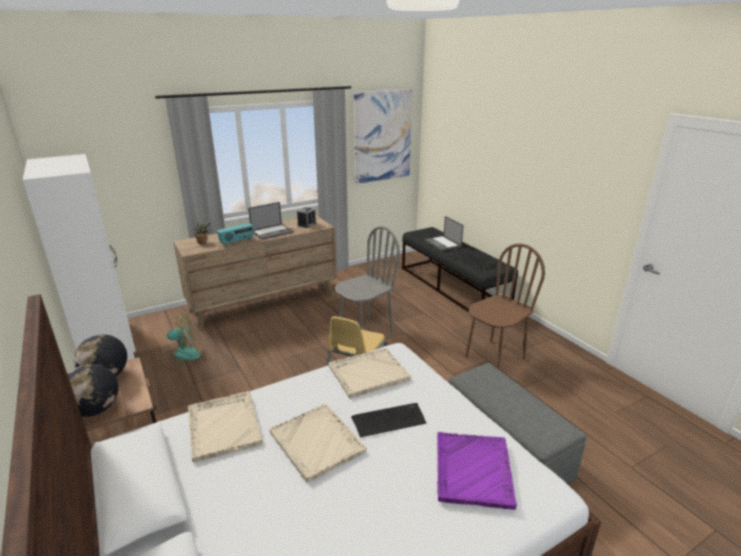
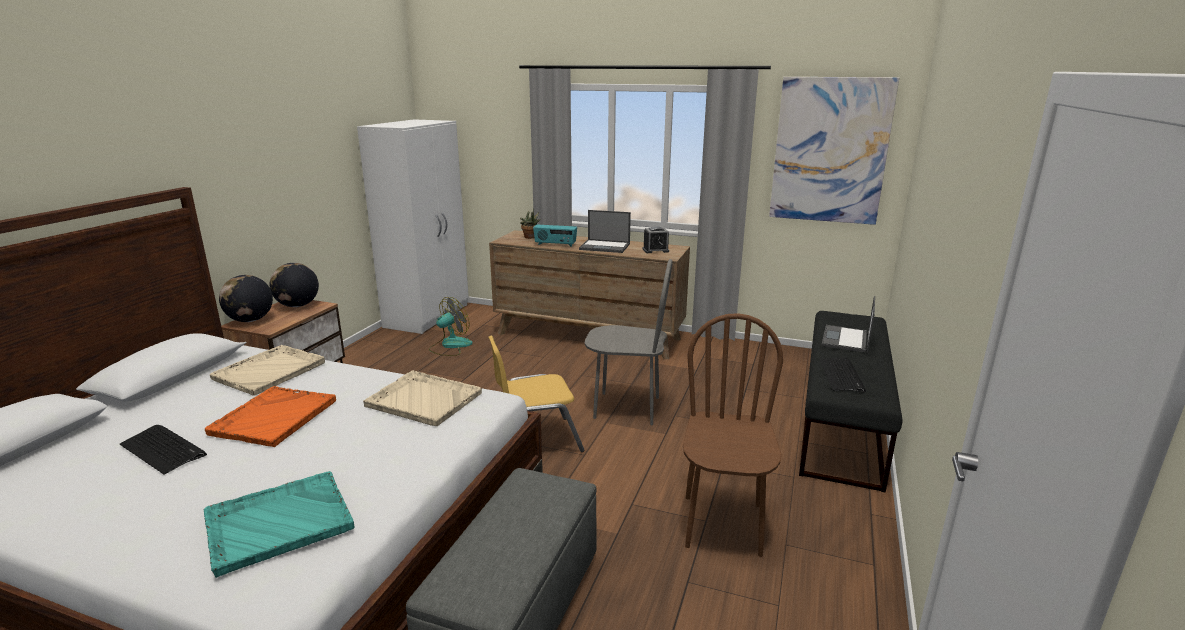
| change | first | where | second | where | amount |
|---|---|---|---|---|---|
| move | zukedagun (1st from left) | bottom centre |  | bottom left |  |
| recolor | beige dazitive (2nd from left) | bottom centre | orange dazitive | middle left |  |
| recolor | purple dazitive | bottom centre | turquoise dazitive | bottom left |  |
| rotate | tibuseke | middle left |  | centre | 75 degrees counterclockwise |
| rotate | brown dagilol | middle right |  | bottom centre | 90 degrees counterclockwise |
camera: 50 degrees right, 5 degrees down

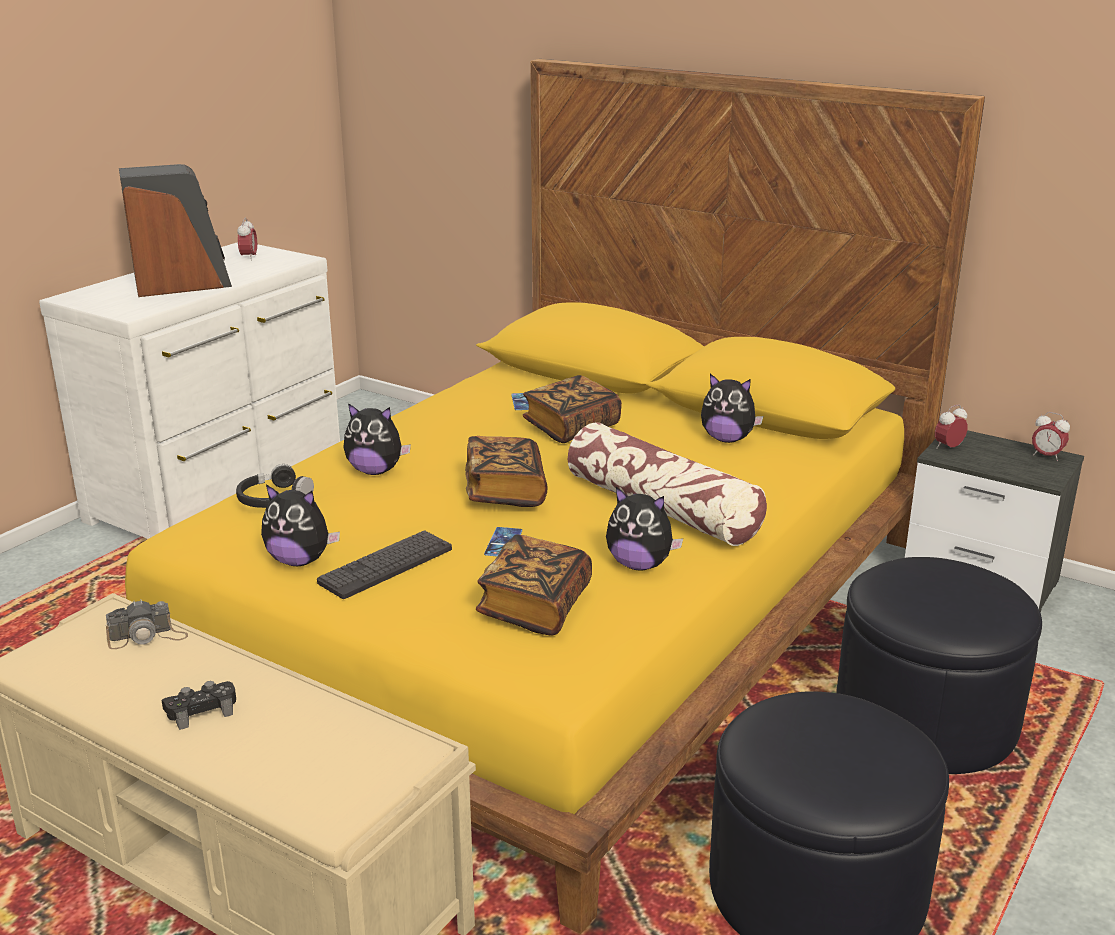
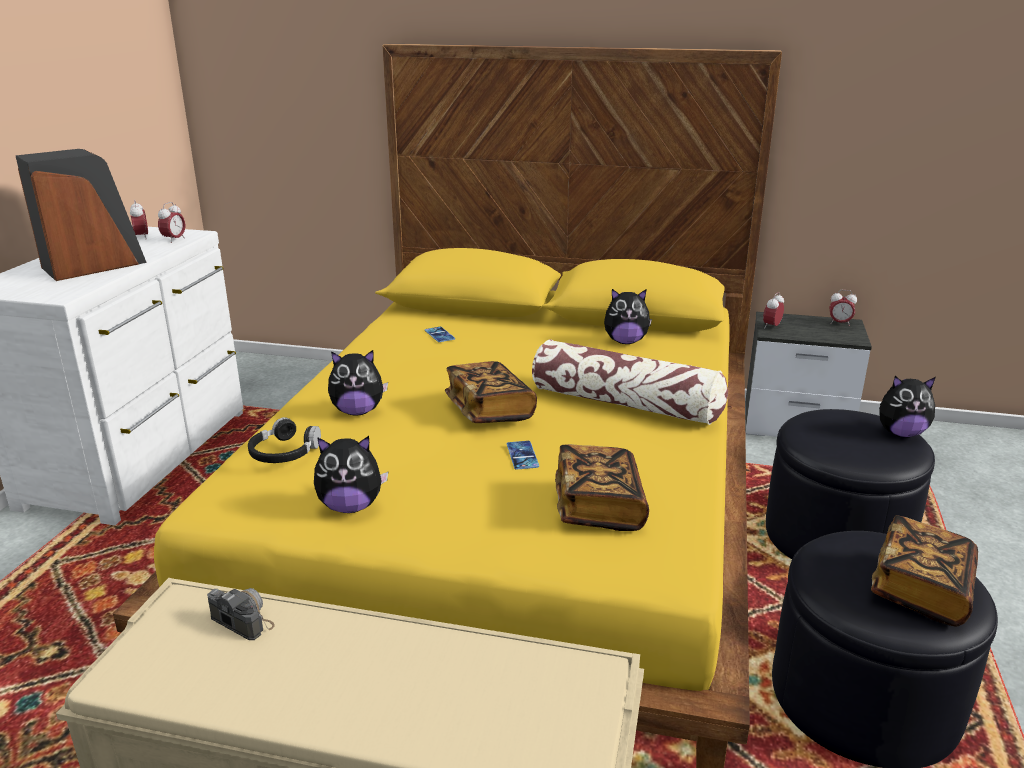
| change | first | where | second | where | amount |
|---|---|---|---|---|---|
| delete | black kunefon | bottom left |  |  |  |
| delete | zukedagun | centre |  |  |  |
| insert |  |  | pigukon (2nd from left) | top left |  |
| move | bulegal (3rd from left) | centre |  | bottom right |  |
| move | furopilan (3rd from left in the first image) | centre | furopilan (4th from left) | middle right |  |
| rotate | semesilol | bottom left |  | bottom left | 105 degrees counterclockwise |
camera: 20 degrees left, 0 degrees up

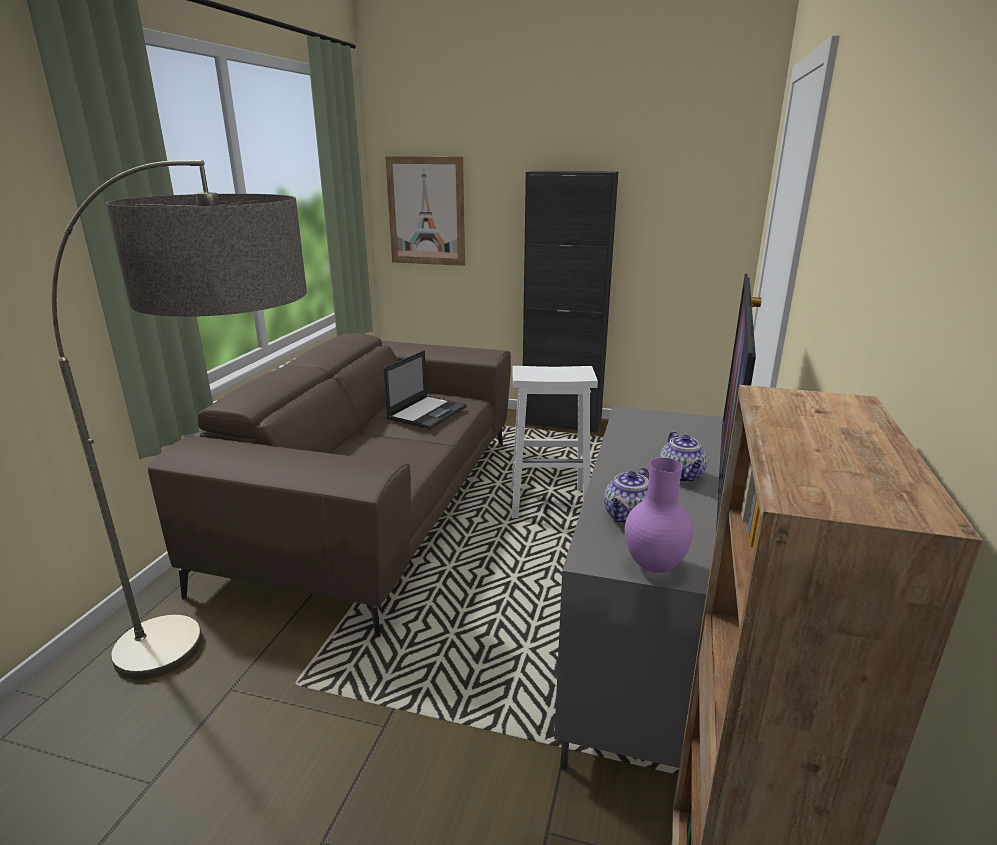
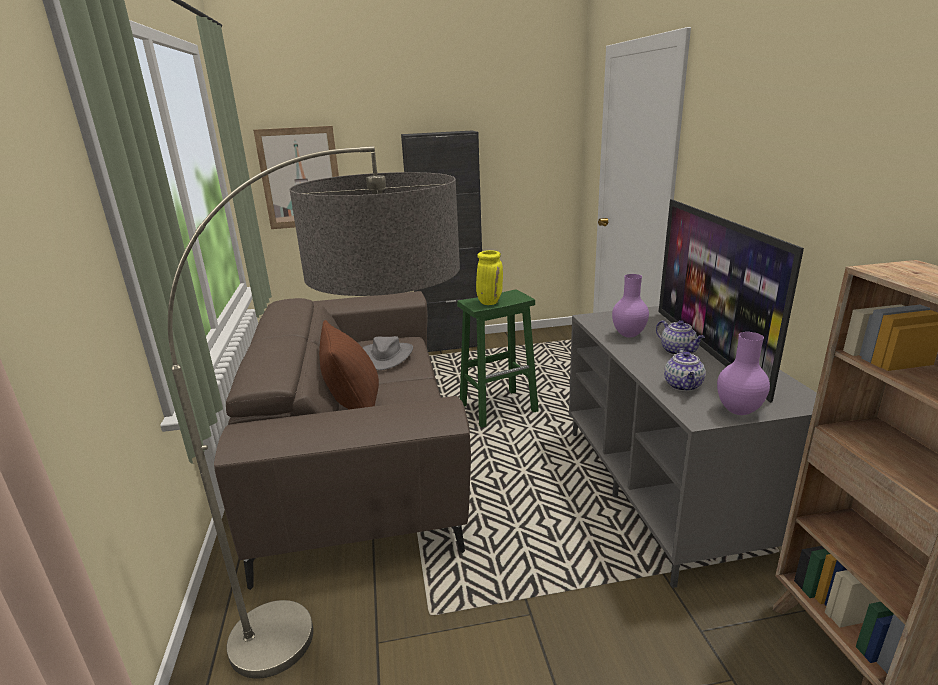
| change | first | where | second | where | amount |
|---|---|---|---|---|---|
| insert |  |  | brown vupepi | centre |  |
| insert |  |  | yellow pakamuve | centre |  |
| insert |  |  | purple pakamuve (1st from left) | middle right |  |
| replace | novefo | centre | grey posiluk | centre |  |
| recolor | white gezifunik | centre | green gezifunik | centre |  |
camera: 25 degrees left, 0 degrees up

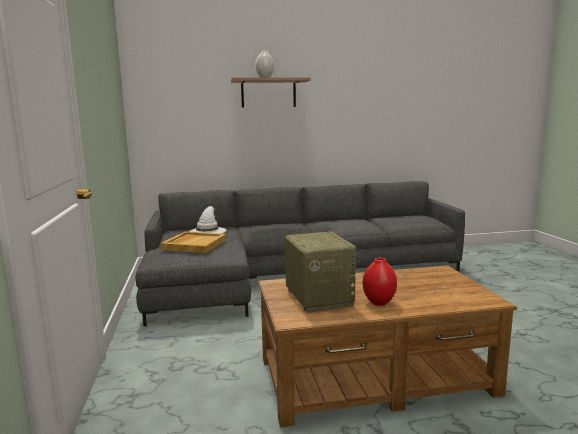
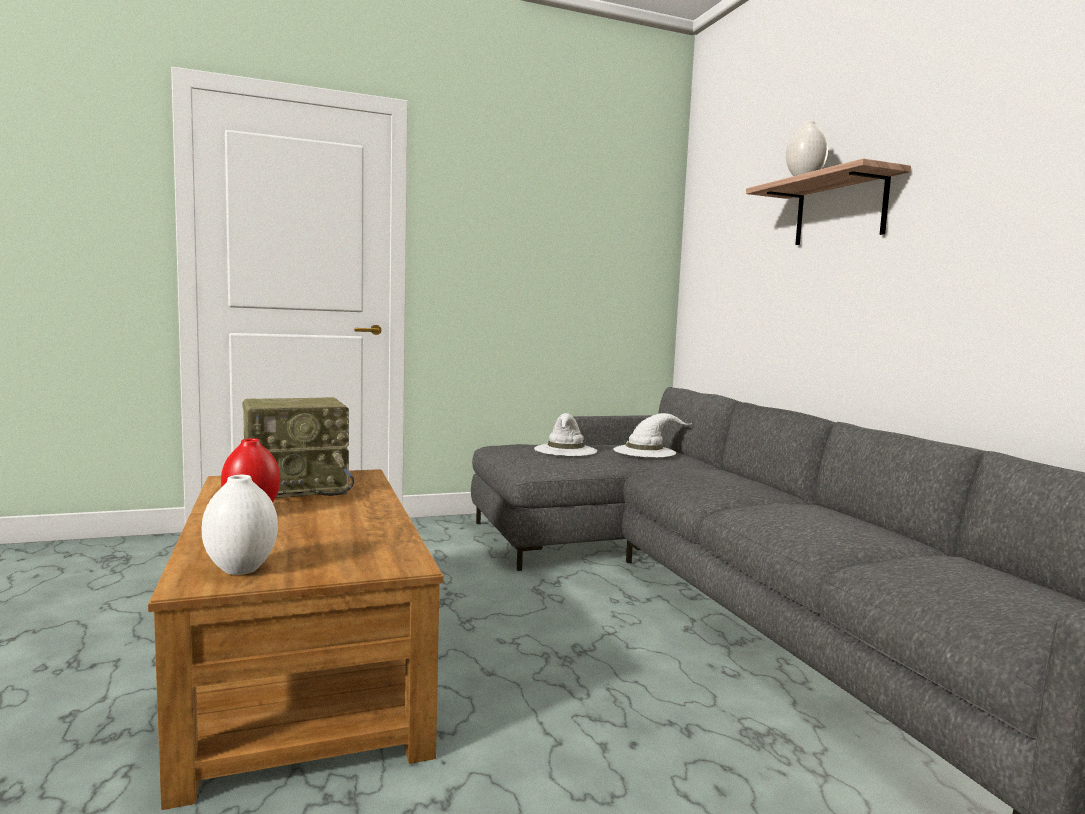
| change | first | where | second | where | amount |
|---|---|---|---|---|---|
| insert |  |  | white pakamuve (1st from left) | middle left |  |
| replace | beige dazitive | centre | white posiluk (1st from left) | centre |  |
camera: 80 degrees right, 5 degrees down

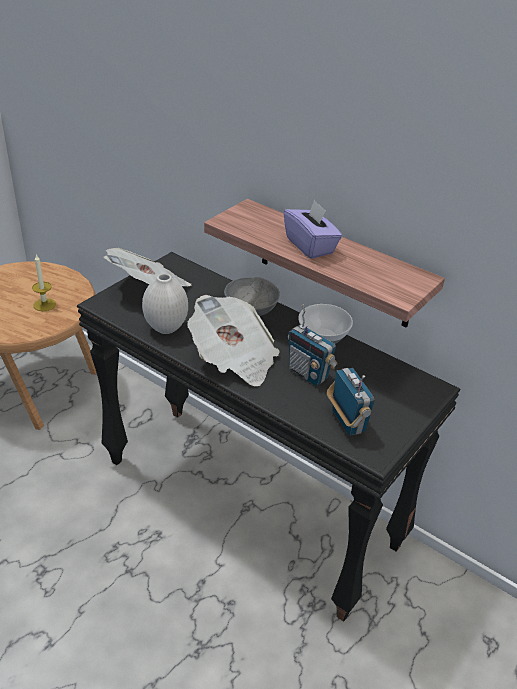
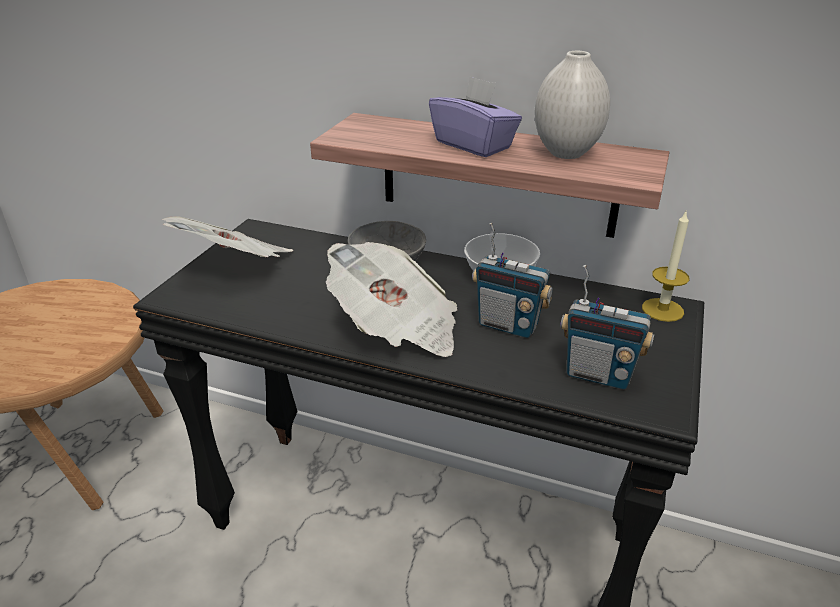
| change | first | where | second | where | amount |
|---|---|---|---|---|---|
| move | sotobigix | middle left |  | middle right |  |
| move | white pakamuve | middle left |  | top right |  |
| rotate | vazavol (2nd from left) | middle right |  | middle right | 150 degrees clockwise |
camera: 15 degrees left, 5 degrees down

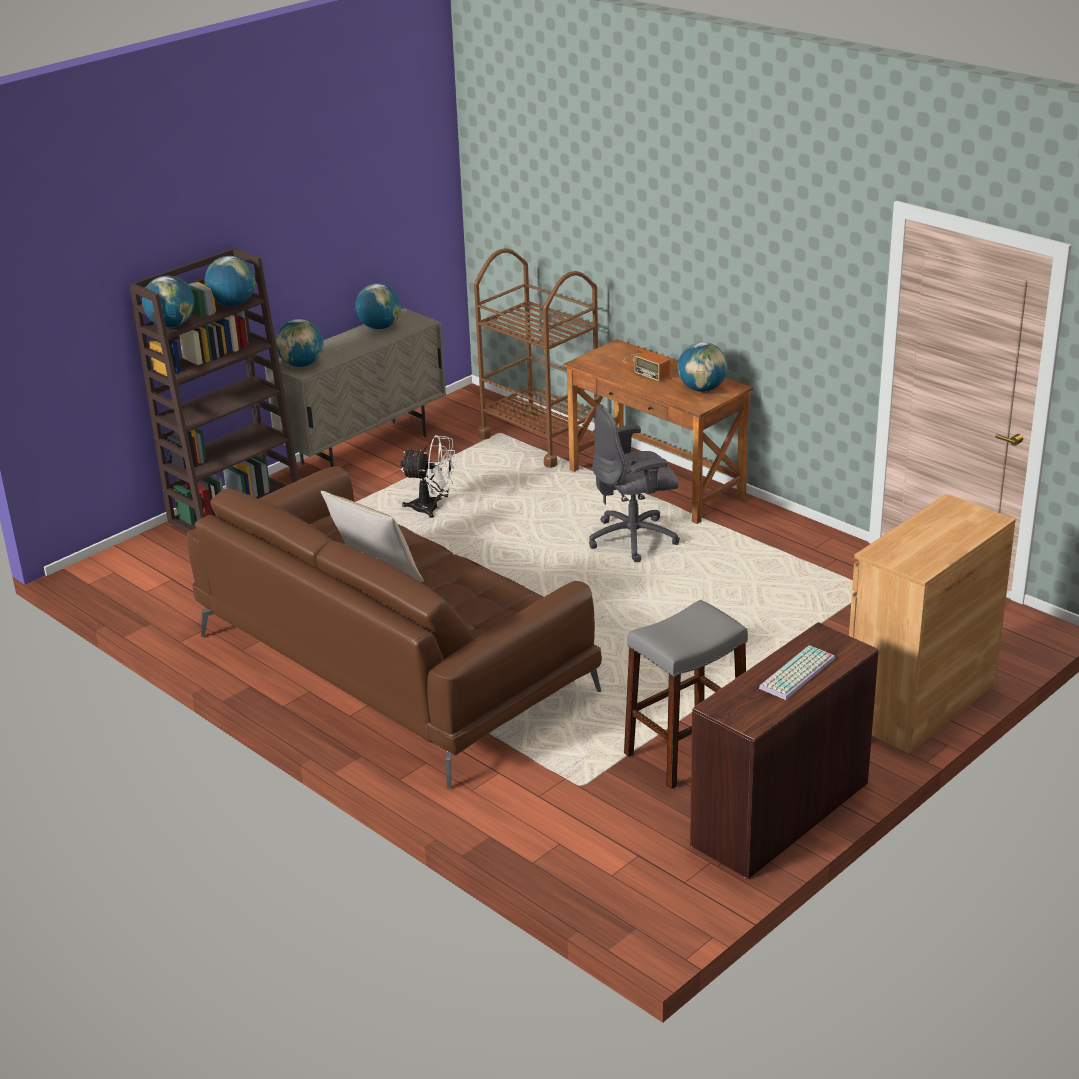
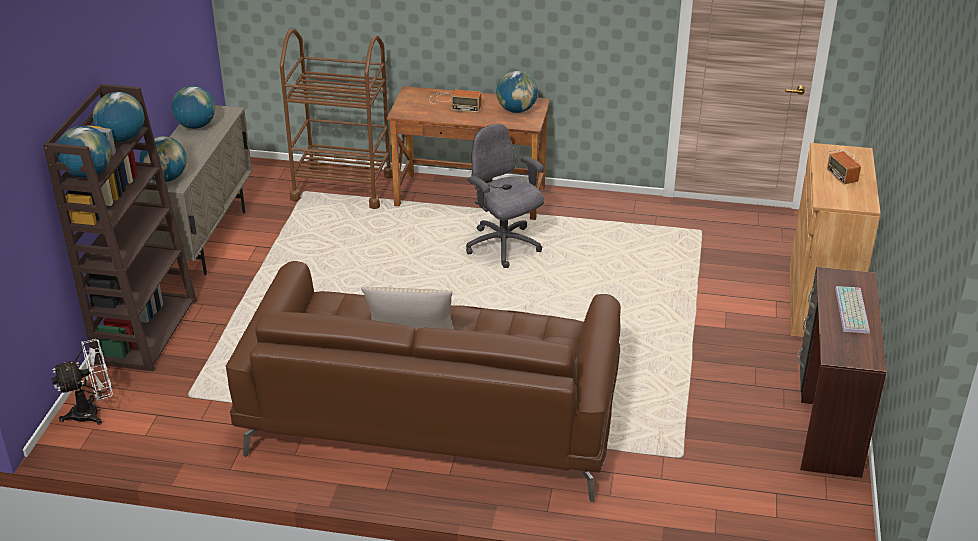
| change | first | where | second | where | amount |
|---|---|---|---|---|---|
| delete | grey gezifunik | centre |  |  |  |
| insert |  |  | vazavol (2nd from left) | top right |  |
| move | white tibuseke | centre |  | bottom left |  |
| rotate | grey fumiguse | centre |  | centre | 105 degrees clockwise |
camera: 35 degrees left, 5 degrees up

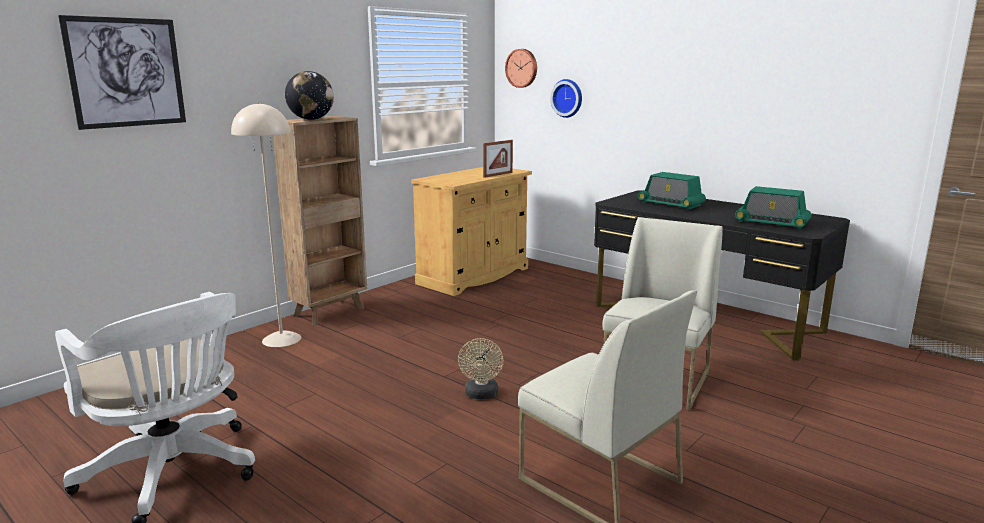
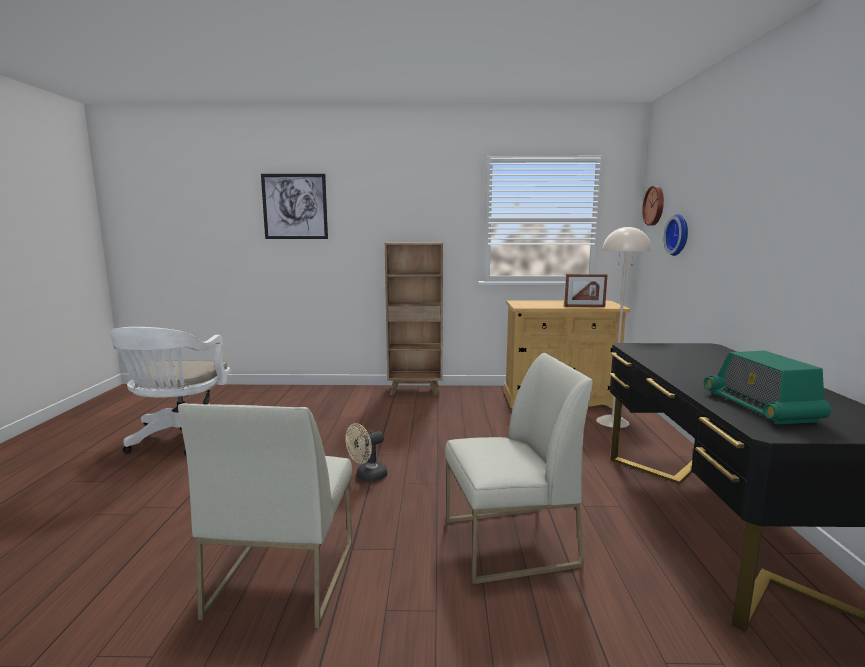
| change | first | where | second | where | amount |
|---|---|---|---|---|---|
| delete | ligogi | top left |  |  |  |
| delete | vazavol (1st from left) | middle right |  |  |  |
| move | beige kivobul | middle left |  | middle right |  |
camera: 50 degrees right, 5 degrees down

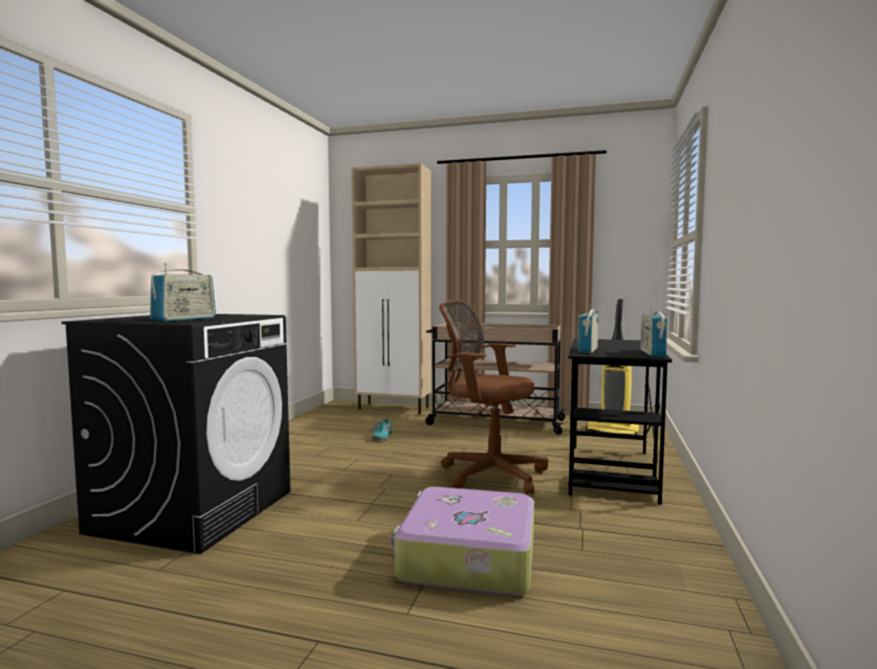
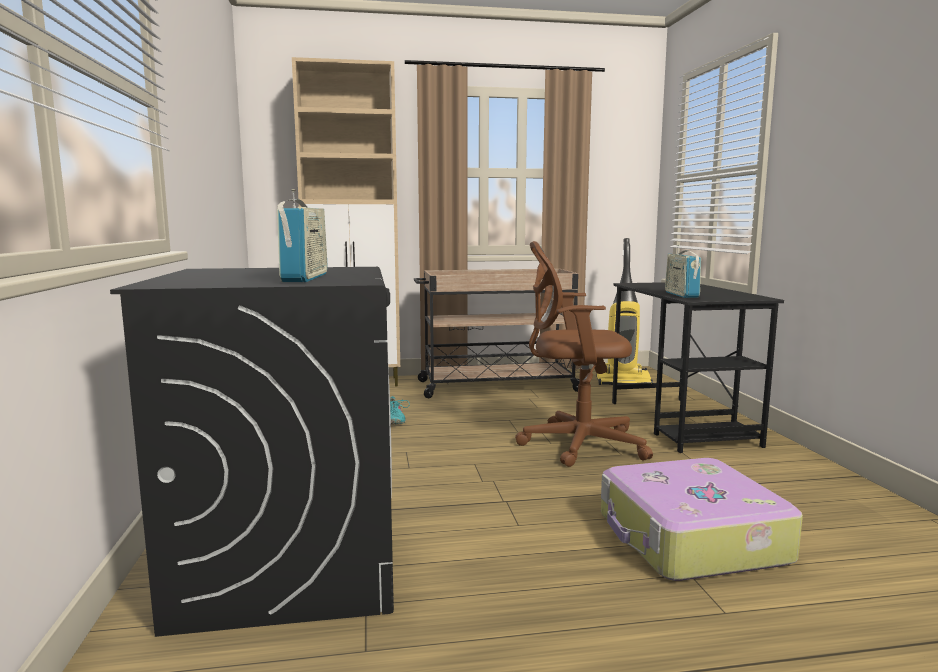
| change | first | where | second | where | amount |
|---|---|---|---|---|---|
| delete | vazavol (3rd from left) | middle right |  |  |  |
camera: 25 degrees left, 5 degrees up

